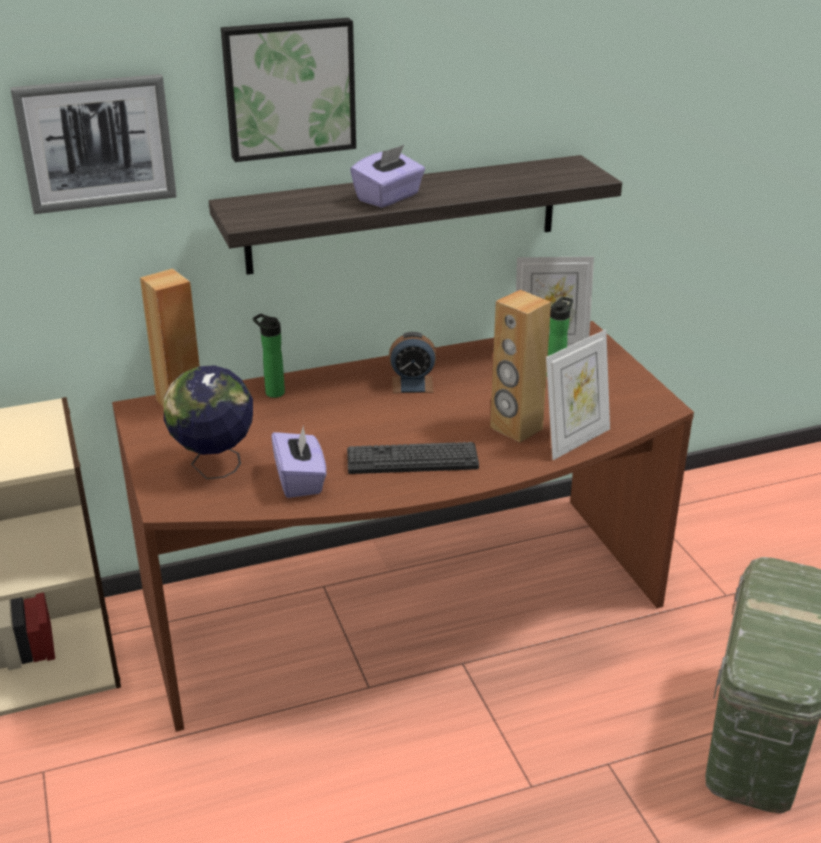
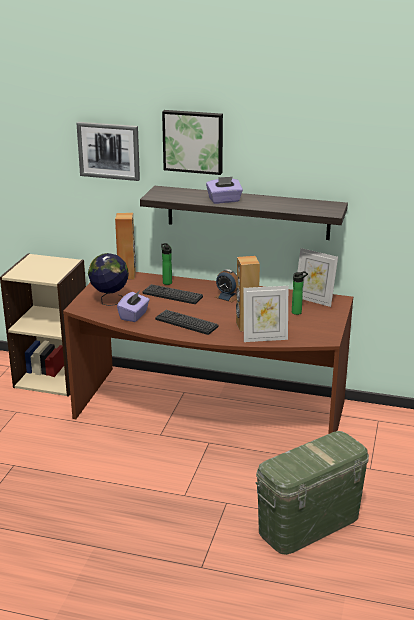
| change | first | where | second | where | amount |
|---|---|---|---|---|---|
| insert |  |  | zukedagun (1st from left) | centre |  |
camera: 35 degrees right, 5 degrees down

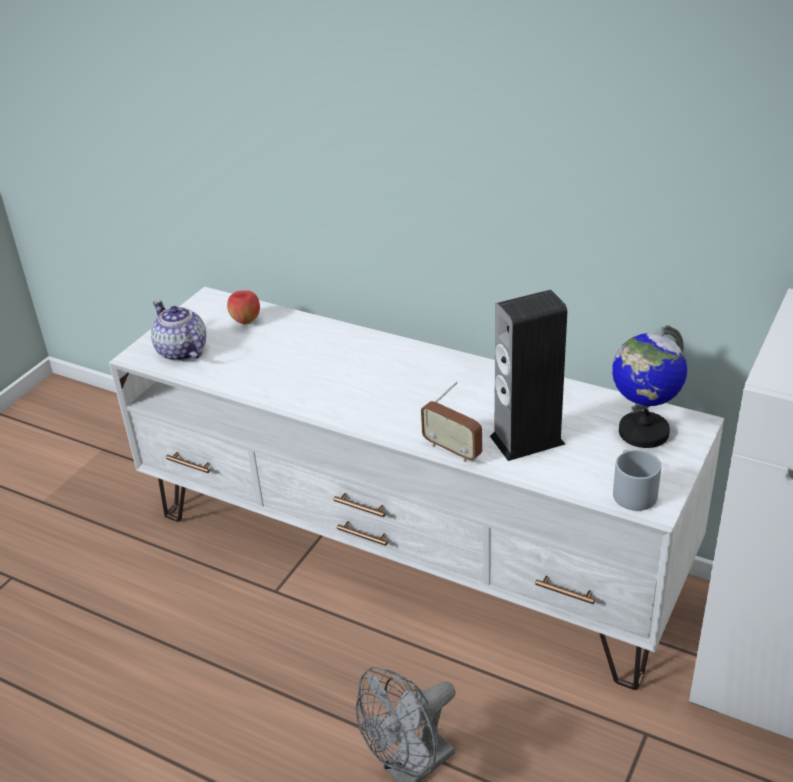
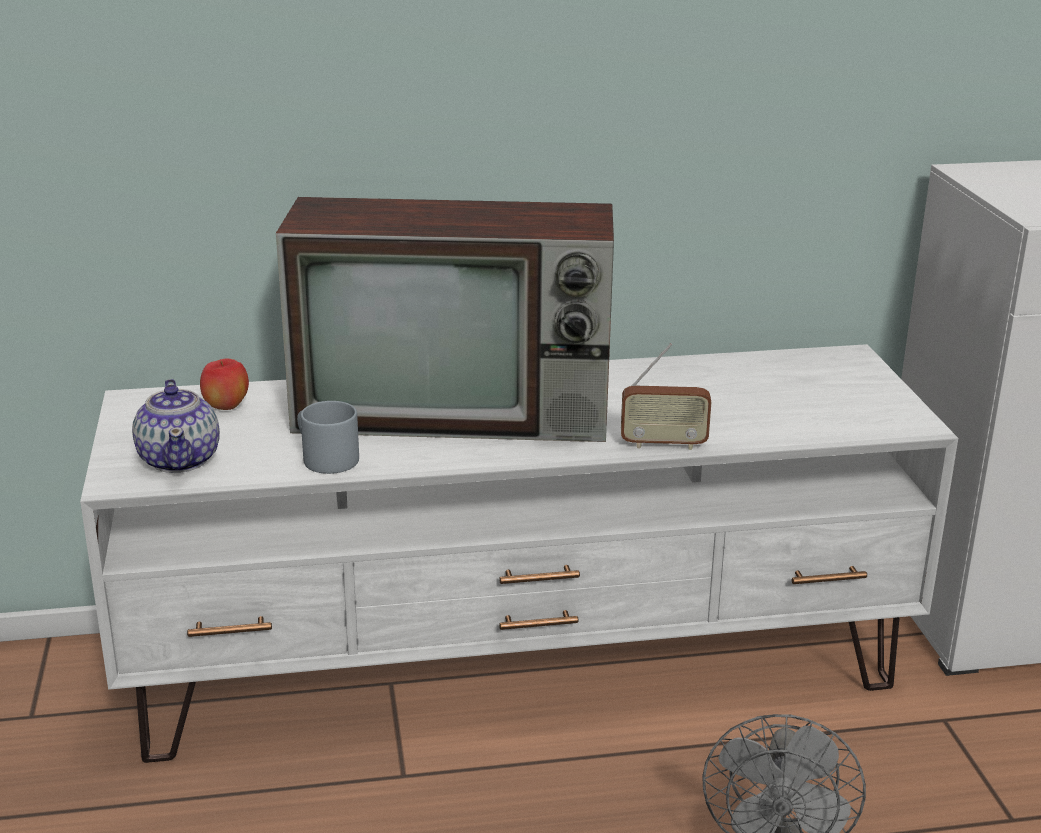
| change | first | where | second | where | amount |
|---|---|---|---|---|---|
| delete | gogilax | centre |  |  |  |
| delete | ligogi | middle right |  |  |  |
| insert |  |  | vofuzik | centre |  |
| move | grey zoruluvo | middle right |  | middle left |  |
| rotate | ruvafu | middle left |  | middle left | 120 degrees counterclockwise |
camera: 40 degrees left, 10 degrees down

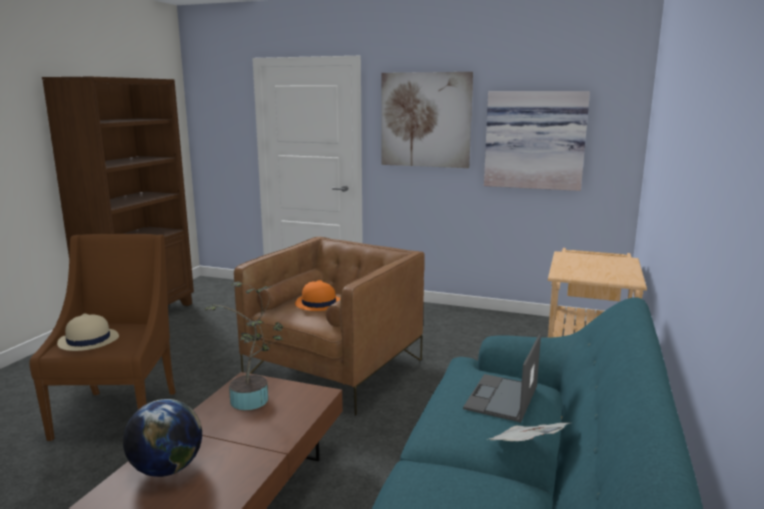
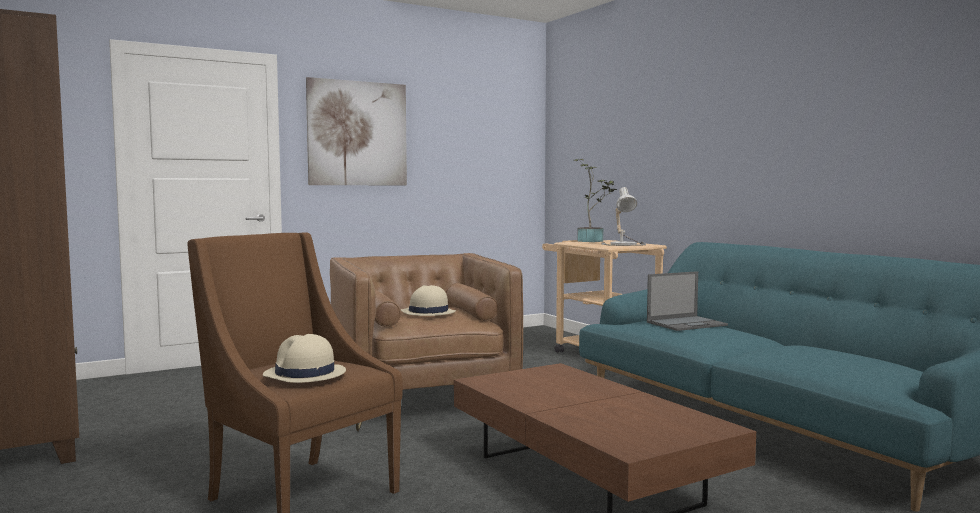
| change | first | where | second | where | amount |
|---|---|---|---|---|---|
| delete | ligogi | bottom left |  |  |  |
| delete | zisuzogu (2nd from left) | top right |  |  |  |
| delete | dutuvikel | bottom right |  |  |  |
| insert |  |  | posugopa | centre |  |
| move | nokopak | bottom left |  | centre |  |
| recolor | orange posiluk | centre | beige posiluk (2nd from left) | centre |  |
| rotate | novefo | bottom centre |  | middle right | 90 degrees counterclockwise |
camera: 50 degrees left, 10 degrees down

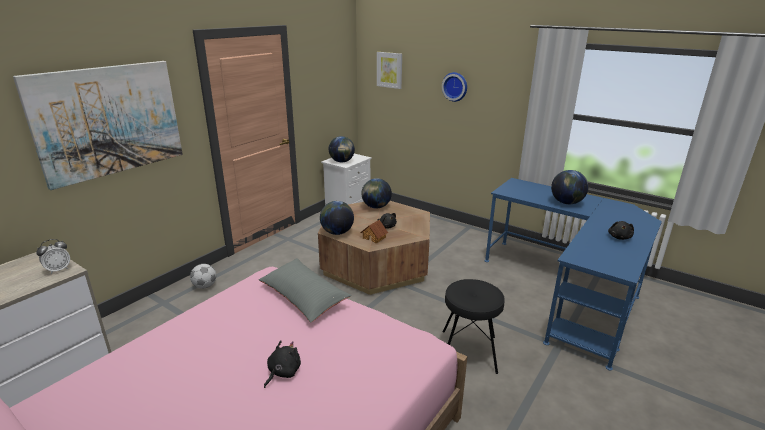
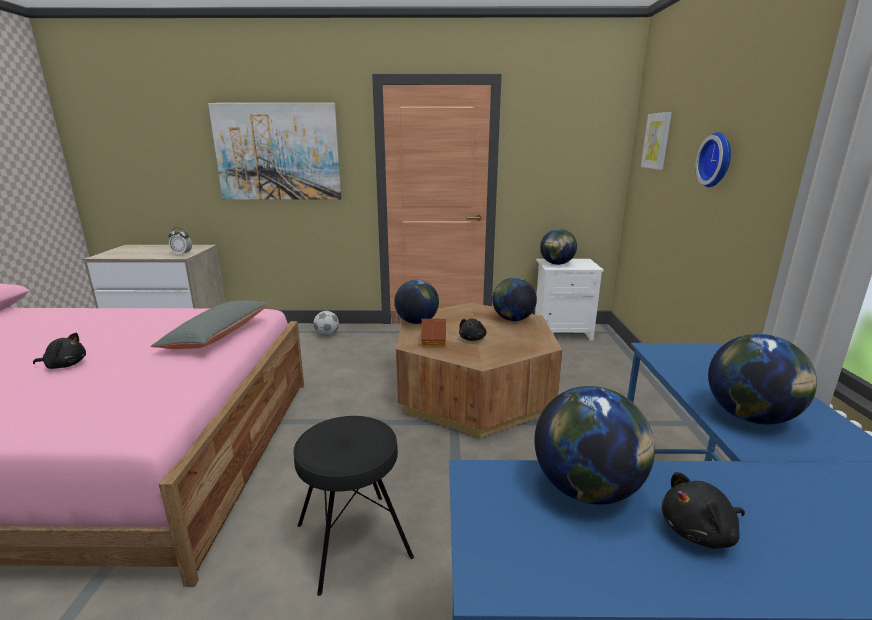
| change | first | where | second | where | amount |
|---|---|---|---|---|---|
| insert |  |  | ligogi (4th from left) | bottom right |  |
camera: 55 degrees right, 5 degrees down

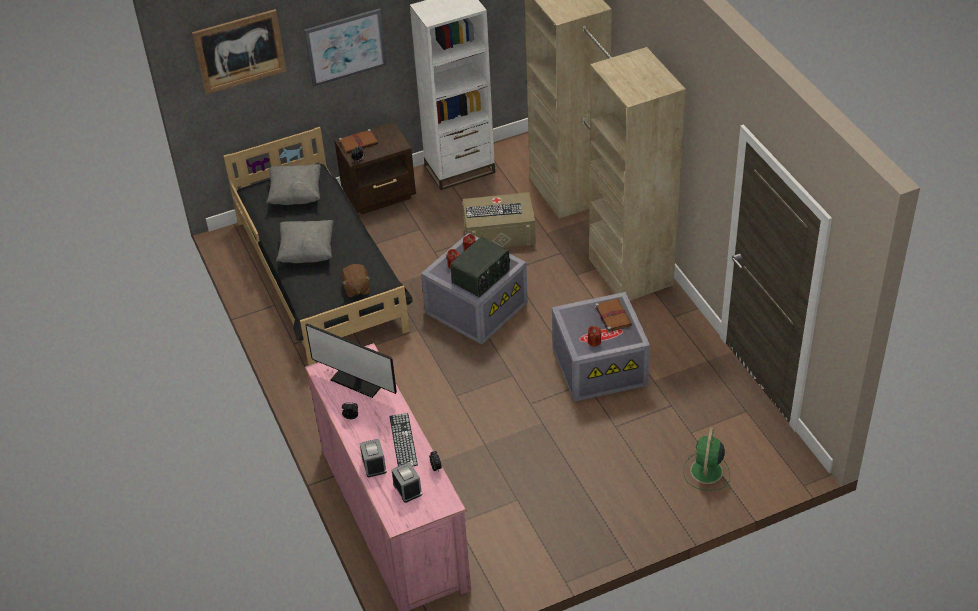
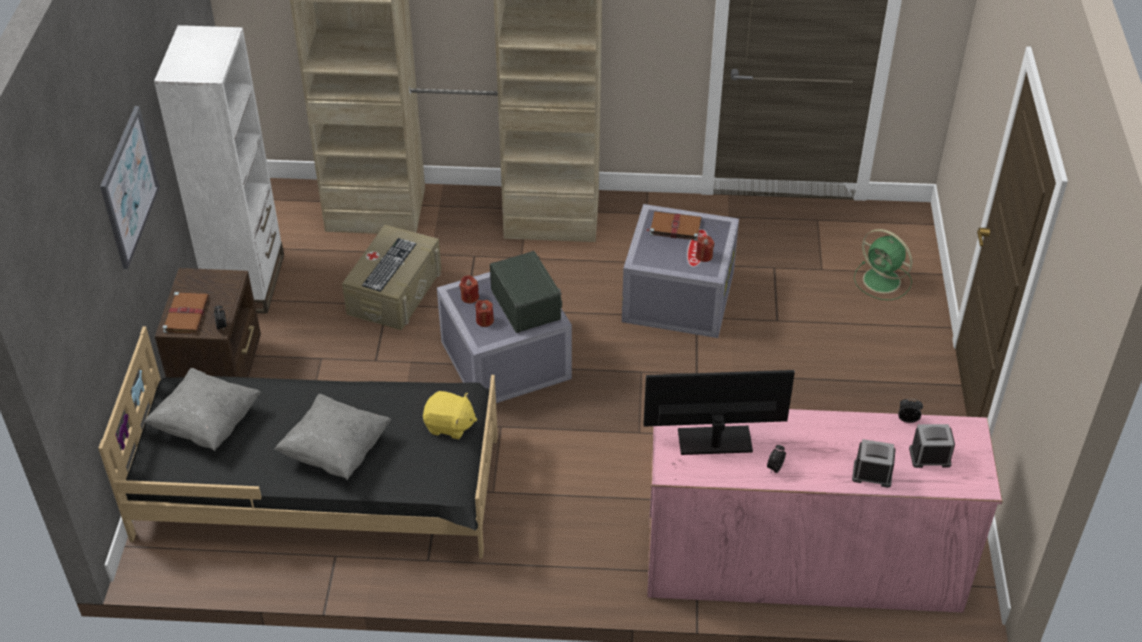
| change | first | where | second | where | amount |
|---|---|---|---|---|---|
| delete | zisuzogu (1st from left) | top left |  |  |  |
| delete | zukedagun (1st from left) | bottom centre |  |  |  |
| recolor | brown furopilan | centre | yellow furopilan | centre |  |
| rotate | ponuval | centre |  | centre | 150 degrees counterclockwise |
camera: 65 degrees left, 0 degrees up

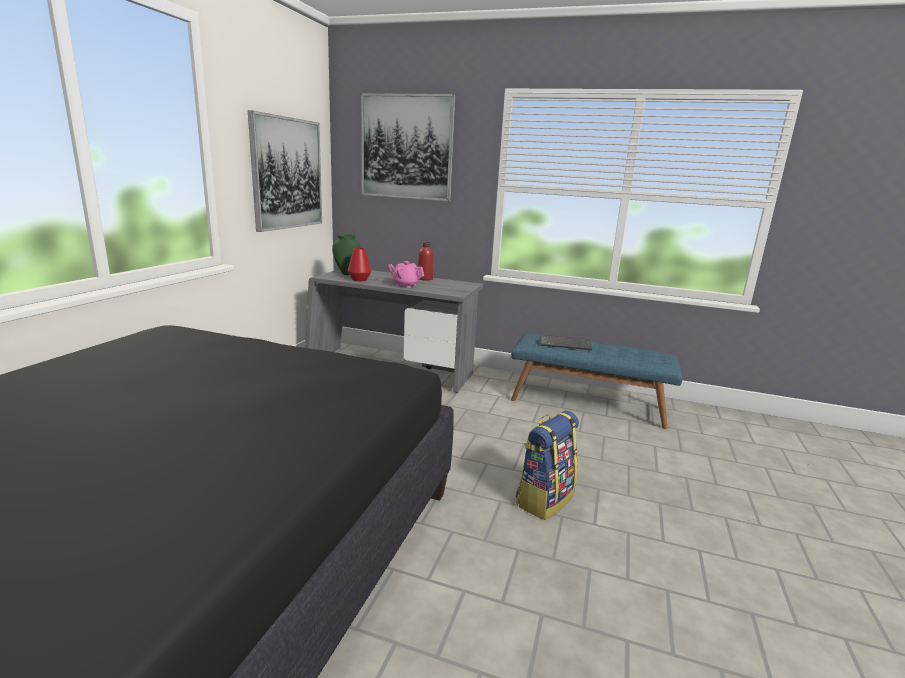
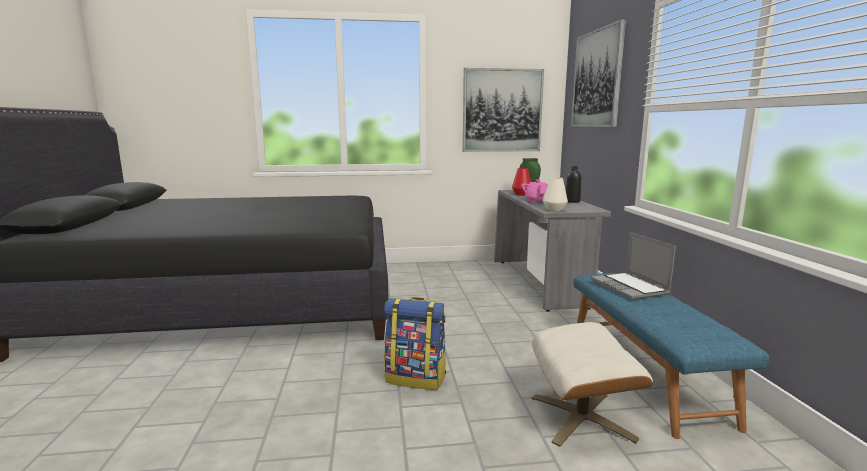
| change | first | where | second | where | amount |
|---|---|---|---|---|---|
| insert |  |  | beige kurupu | bottom right |  |
| insert |  |  | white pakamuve | centre |  |
| replace | zukedagun | centre | novefo | middle right |  |
| recolor | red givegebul | centre | black givegebul | centre |  |
camera: 65 degrees right, 5 degrees down

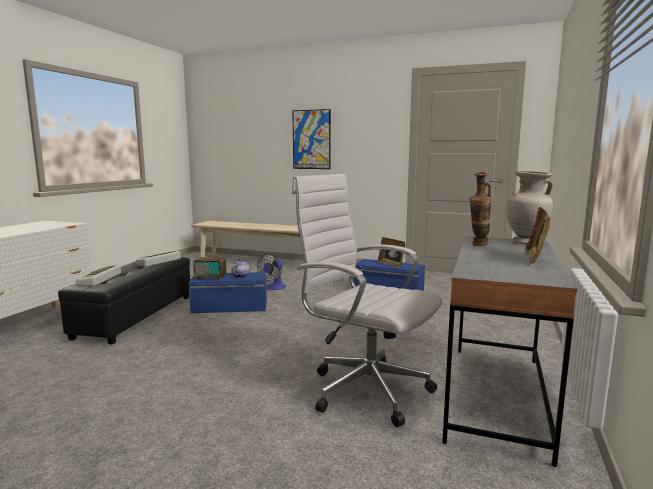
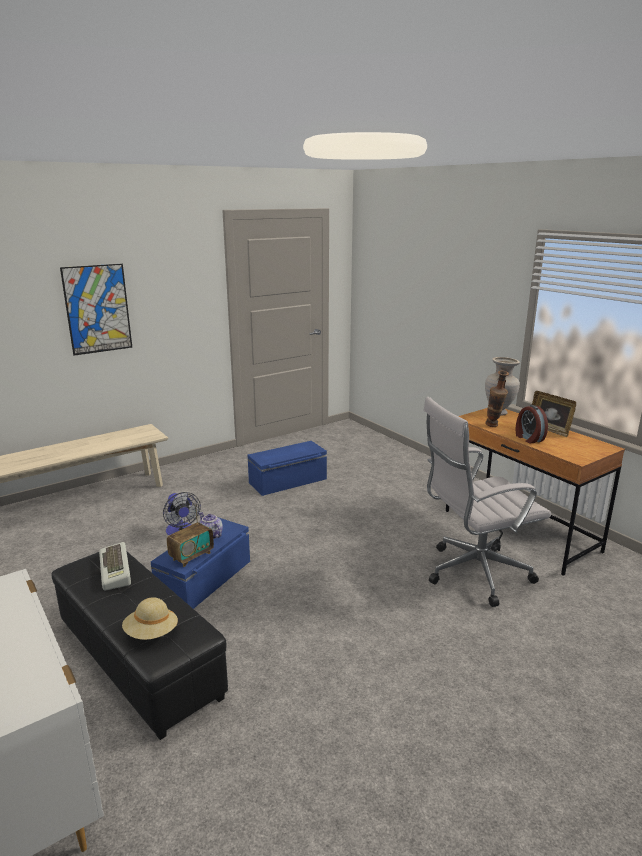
| change | first | where | second | where | amount |
|---|---|---|---|---|---|
| delete | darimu (1st from left) | centre |  |  |  |
| insert |  |  | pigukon | middle right |  |
| replace | zukedagun (1st from left) | middle left | beige posiluk | bottom left |  |
| recolor | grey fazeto | bottom right | brown fazeto | middle right |  |
camera: 55 degrees left, 10 degrees up

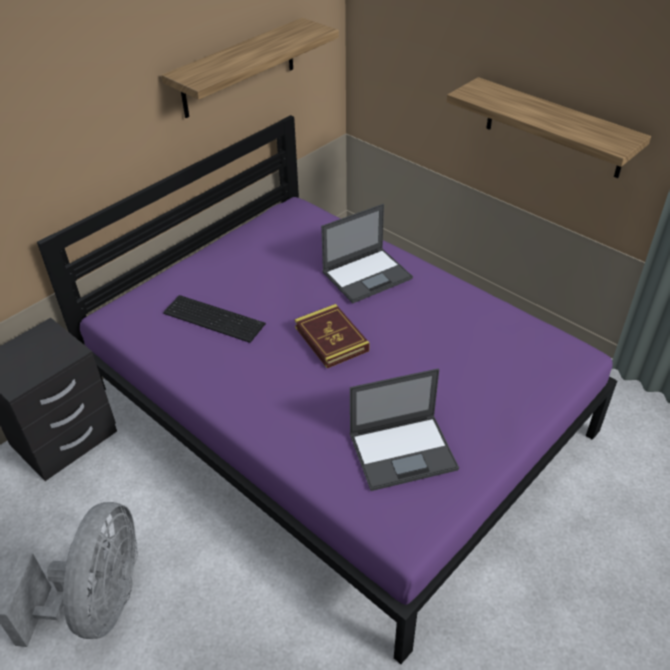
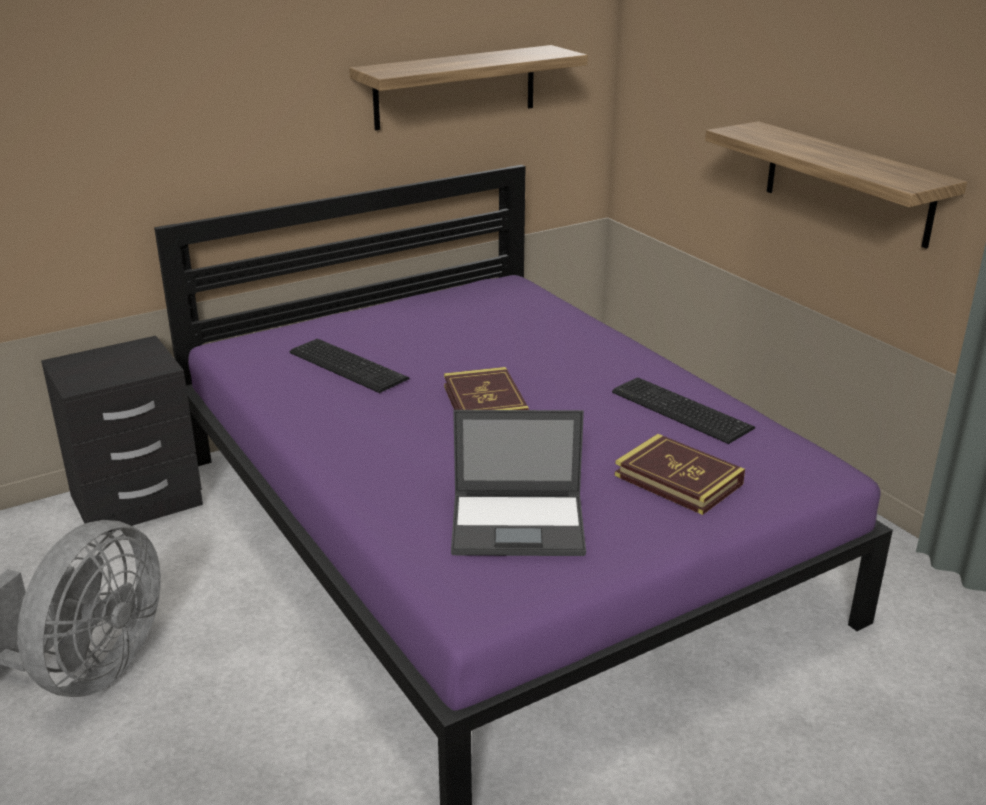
| change | first | where | second | where | amount |
|---|---|---|---|---|---|
| delete | novefo (1st from left) | centre |  |  |  |
| insert |  |  | zukedagun (2nd from left) | middle right |  |
| insert |  |  | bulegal (2nd from left) | middle right |  |
camera: 15 degrees right, 15 degrees down

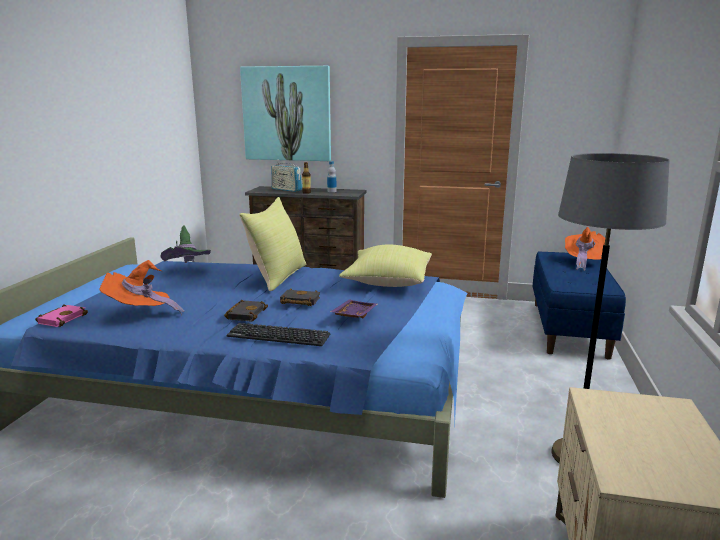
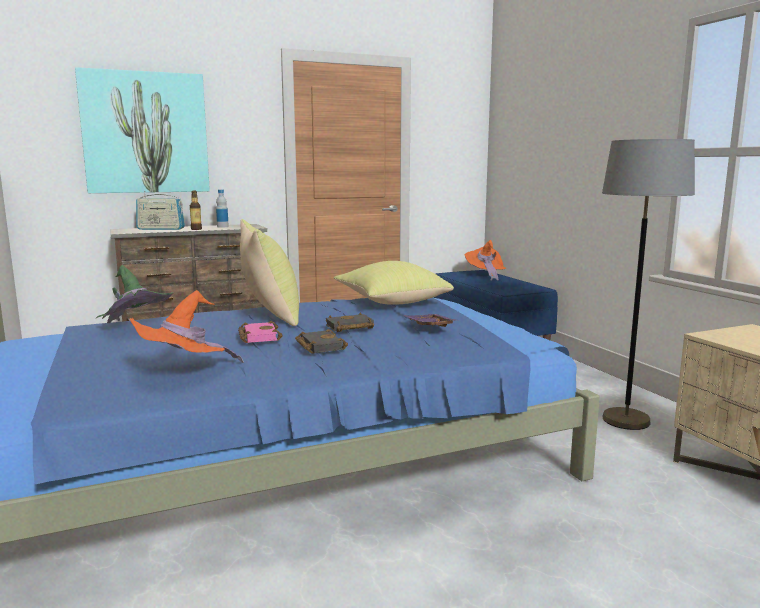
| change | first | where | second | where | amount |
|---|---|---|---|---|---|
| delete | zukedagun | centre |  |  |  |
| move | pink bulegal | middle left |  | centre |  |
camera: 35 degrees left, 5 degrees down

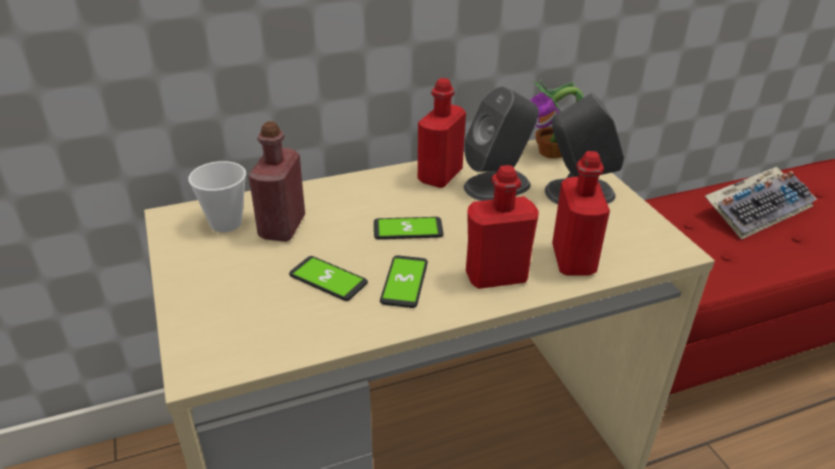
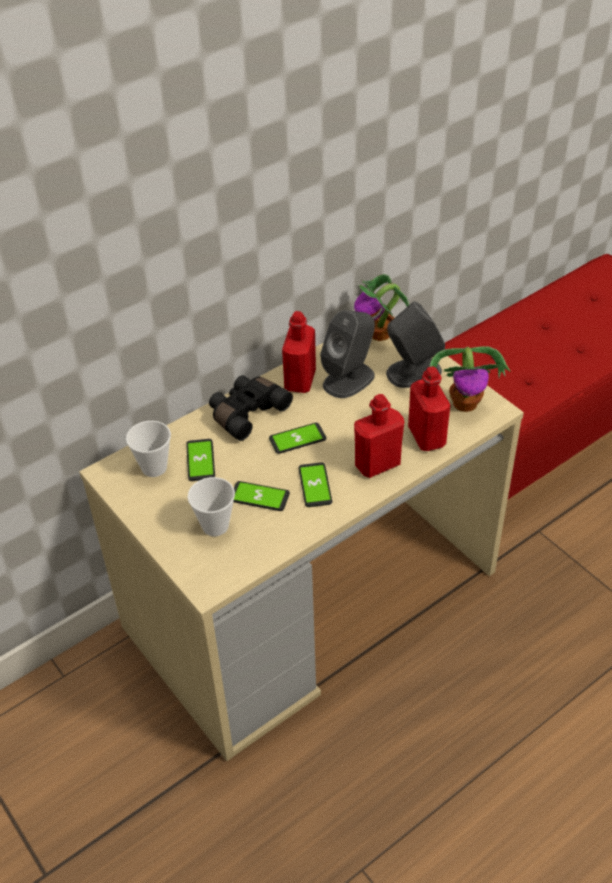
| change | first | where | second | where | amount |
|---|---|---|---|---|---|
| delete | zukedagun | middle right |  |  |  |
| insert |  |  | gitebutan (2nd from left) | centre |  |
| insert |  |  | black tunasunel | centre |  |
| insert |  |  | nokopak (2nd from left) | middle right |  |
| replace | red givegebul (1st from left) | middle left | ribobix (1st from left) | middle left |  |
camera: 15 degrees left, 10 degrees up

